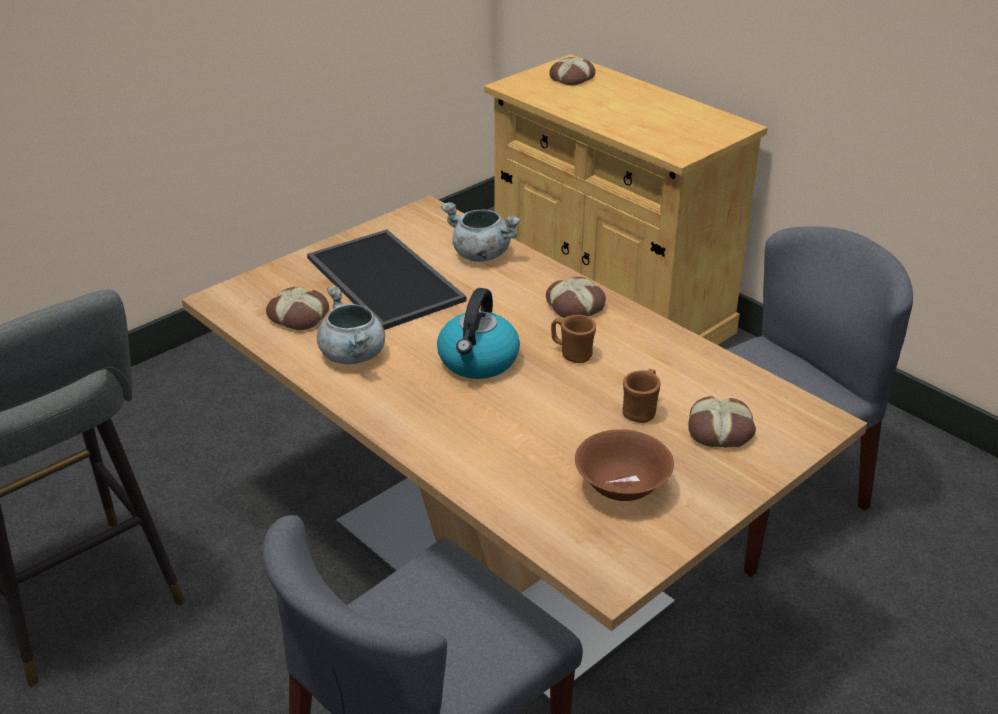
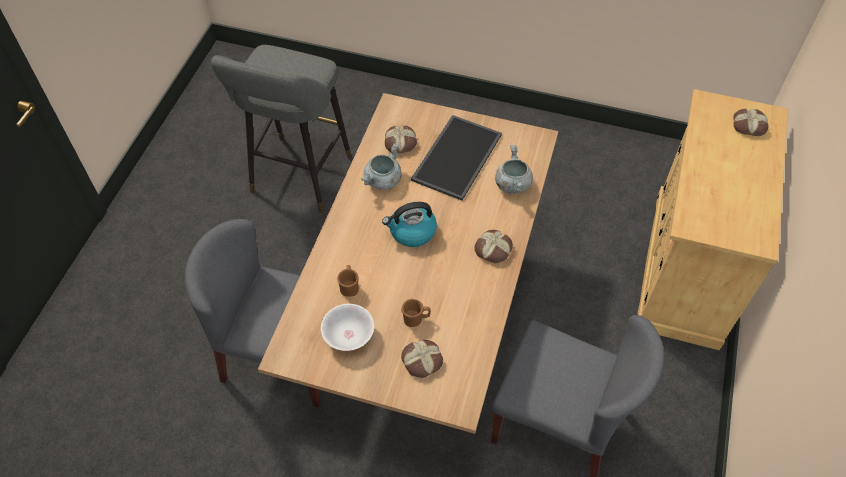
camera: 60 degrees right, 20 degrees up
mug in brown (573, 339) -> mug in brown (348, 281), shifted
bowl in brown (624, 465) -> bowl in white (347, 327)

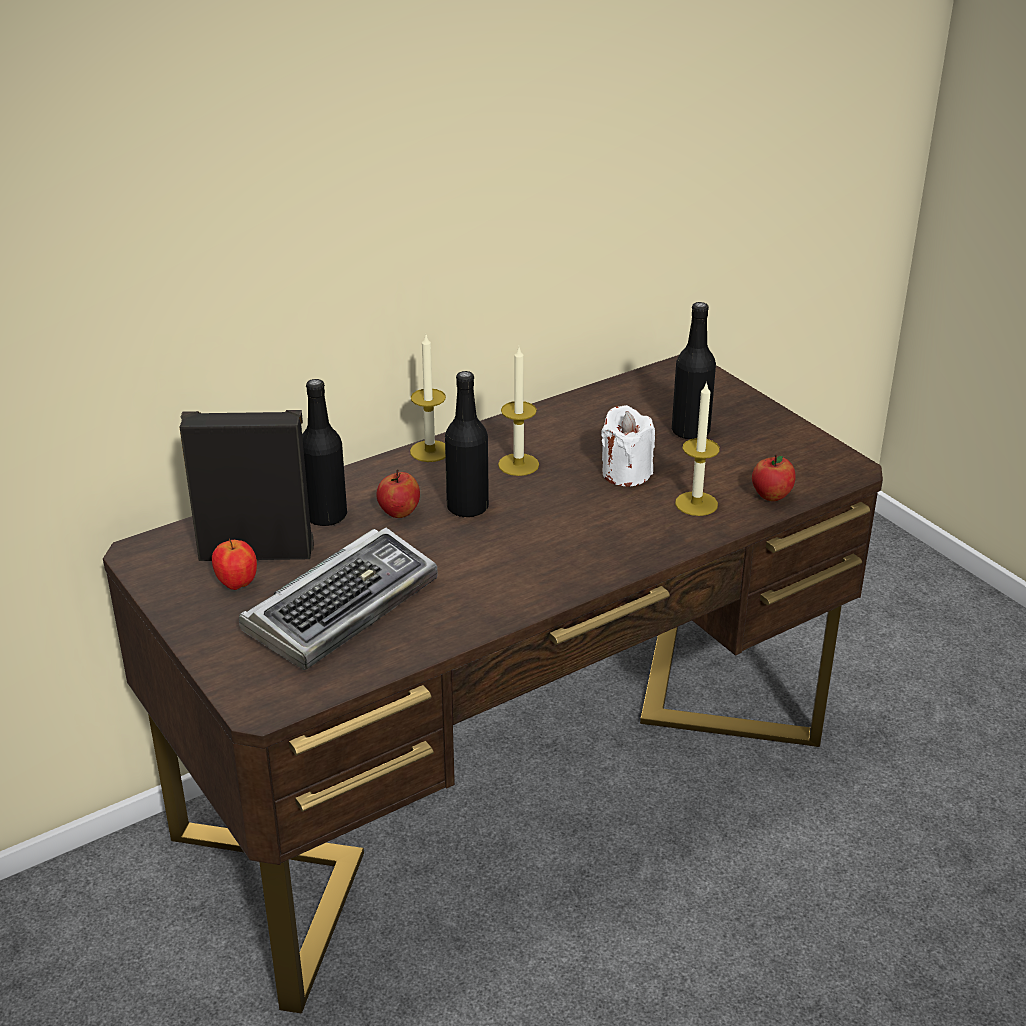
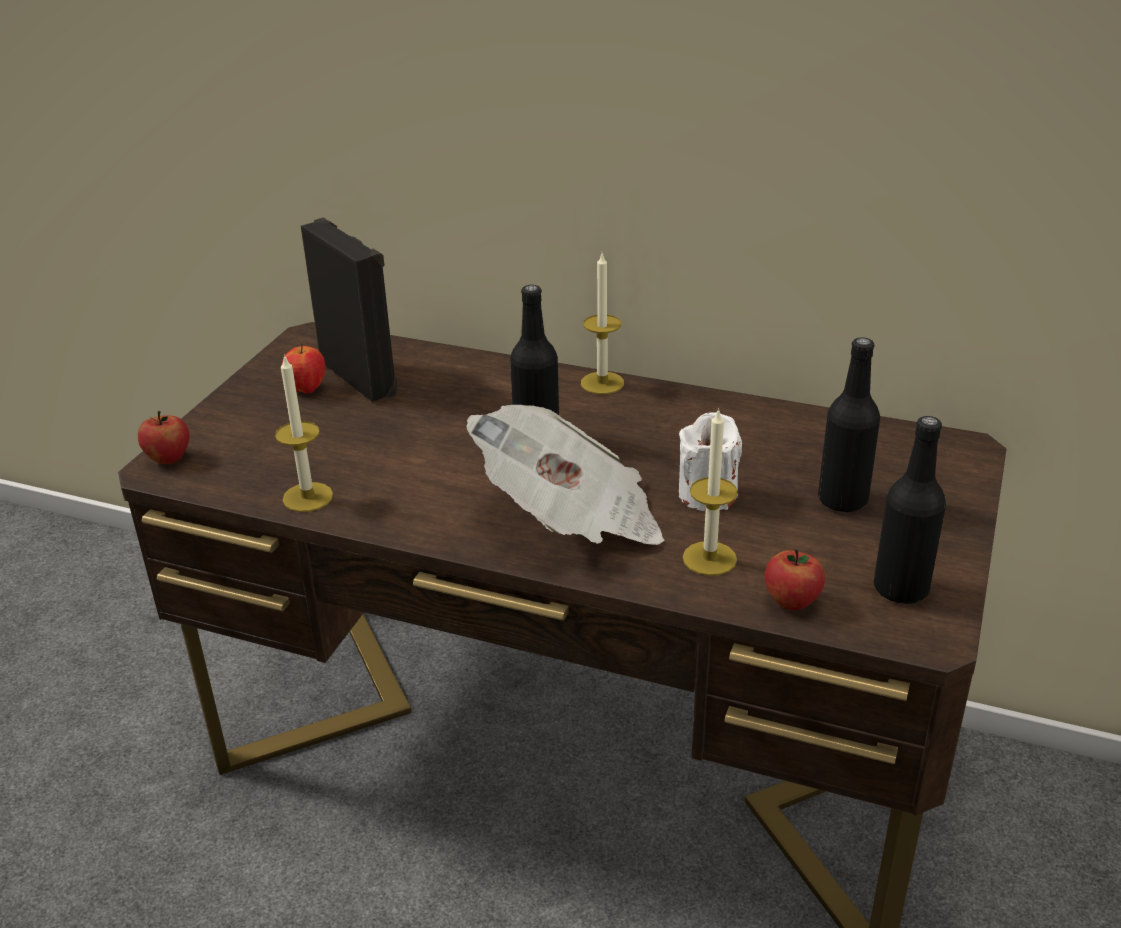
camera: 55 degrees right, 0 degrees up
keyboard (338, 599) -> none
bottle in black (324, 452) -> bottle in black (910, 510), shifted
apple (398, 493) -> apple (163, 437), shifted
candle (518, 411) -> candle (304, 433), shifted
none -> newspaper (566, 475)

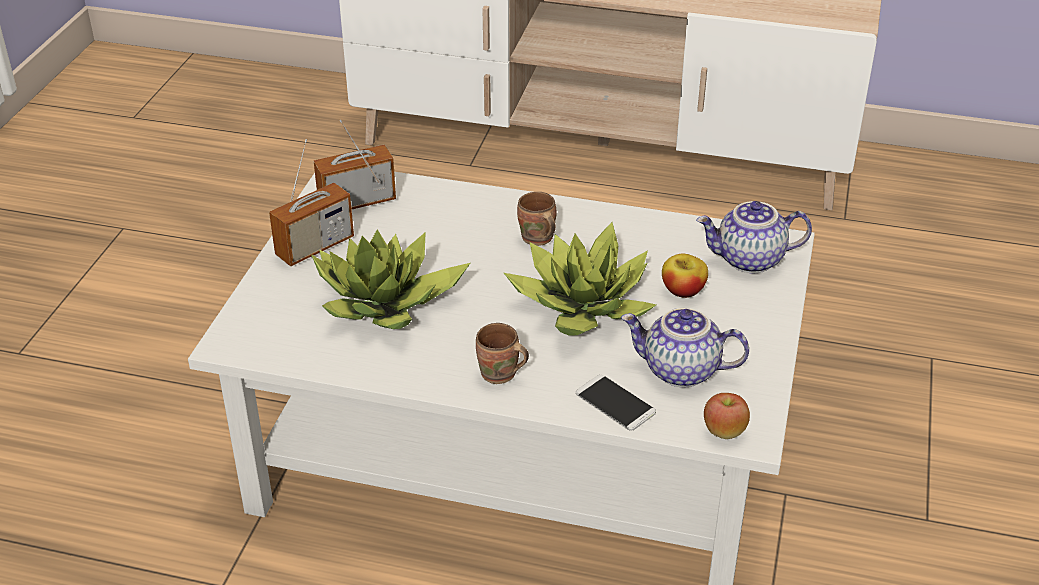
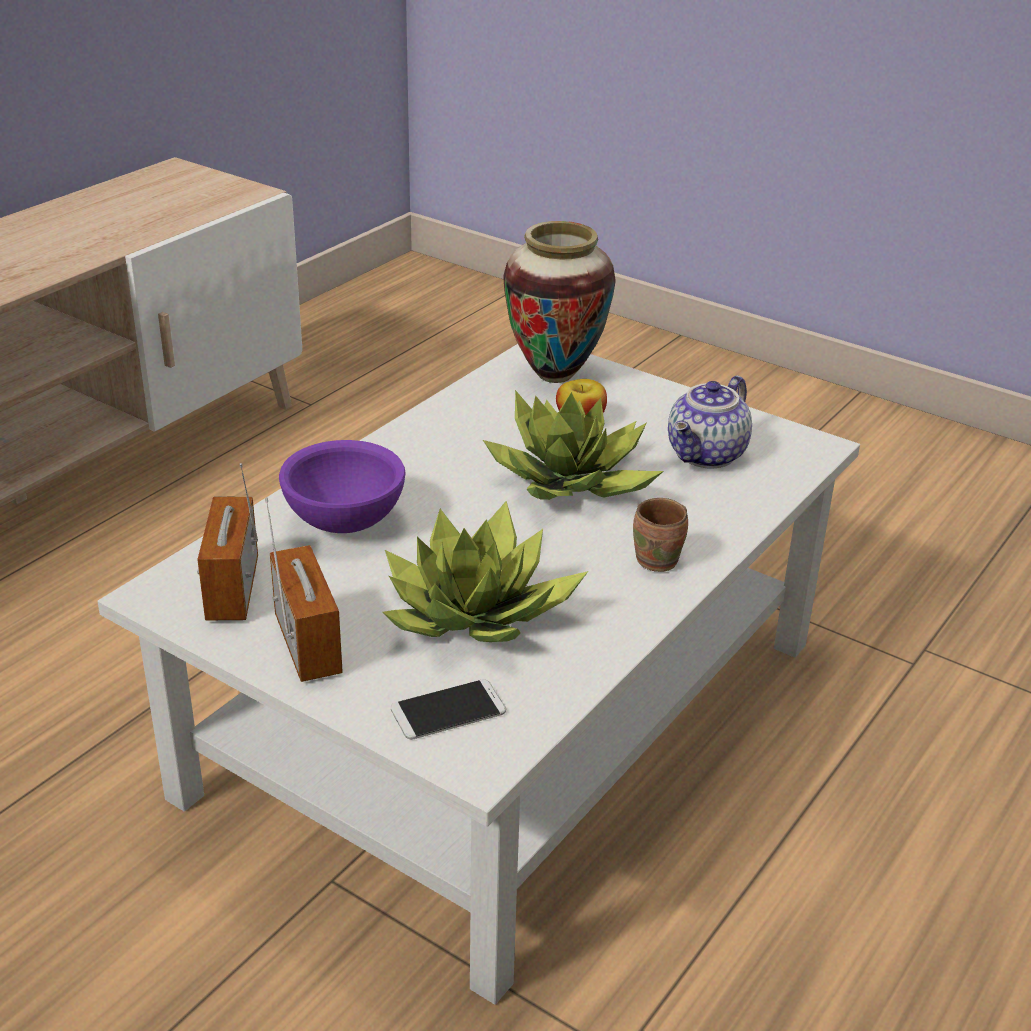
camera: 70 degrees left, 5 degrees down
mug in brown (537, 219) -> none
phone (616, 403) -> phone (448, 709), shifted
teapot (754, 237) -> vase (559, 302)
apple (727, 416) -> none
none -> bowl in purple (342, 486)

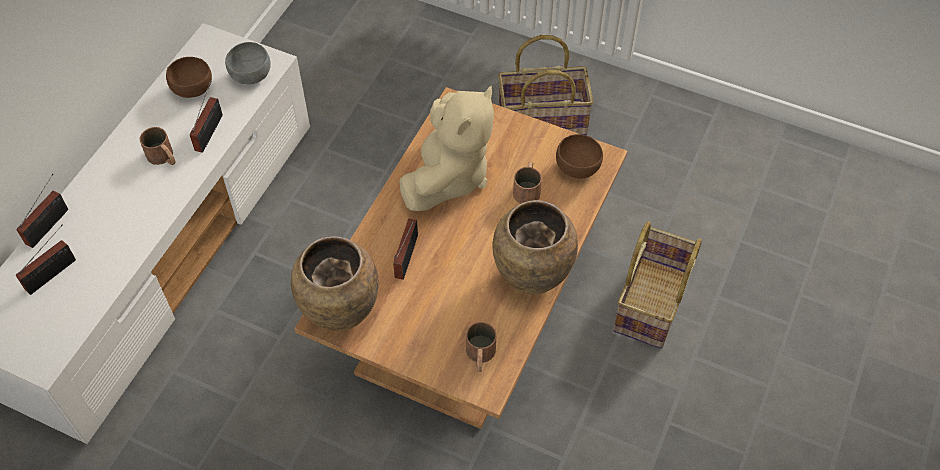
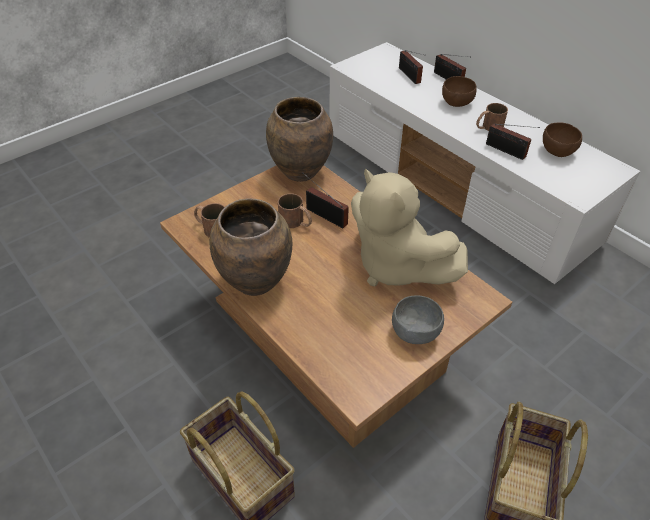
camera: 115 degrees right, 10 degrees down
bowl in grey (248, 63) -> bowl in grey (418, 319), shifted
mug in brown (527, 182) -> mug in brown (295, 210), shifted
bowl in brown (579, 156) -> bowl in brown (459, 91), shifted

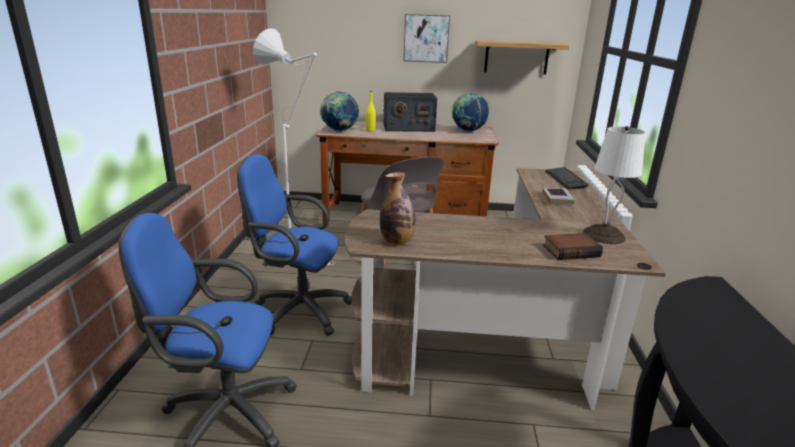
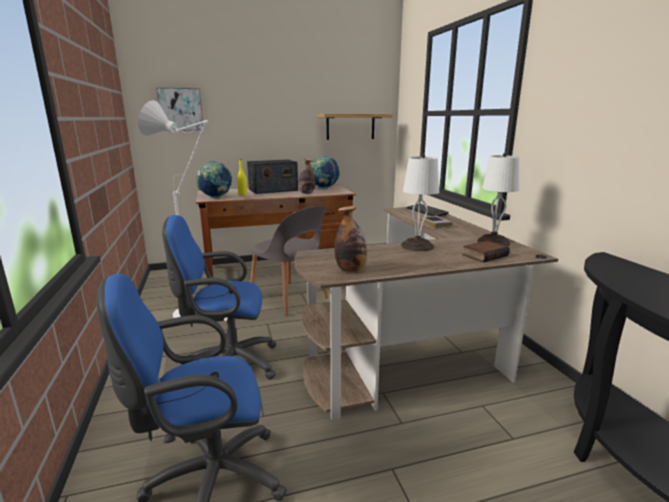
camera: 20 degrees left, 5 degrees down
picture (426, 38) -> picture (179, 109), shifted
none -> bottle (306, 176)
none -> table lamp in white (420, 202)

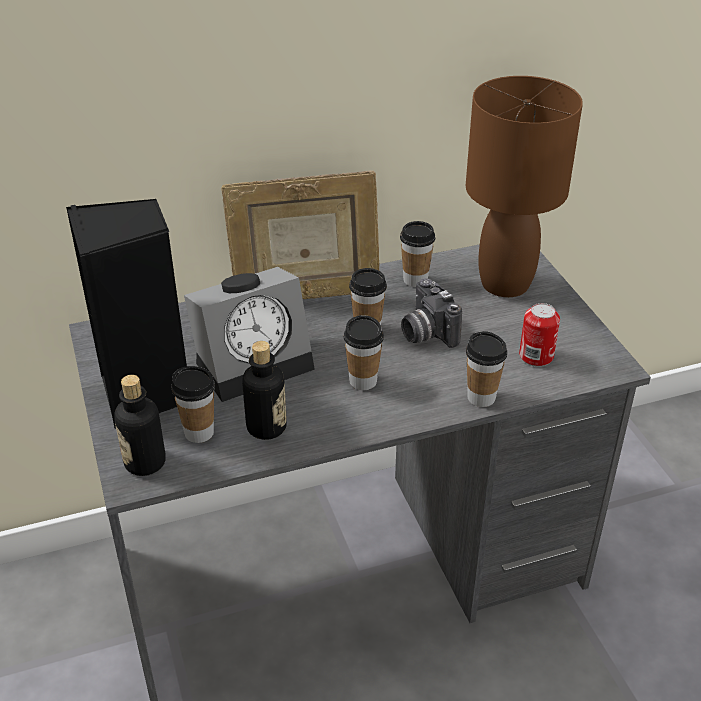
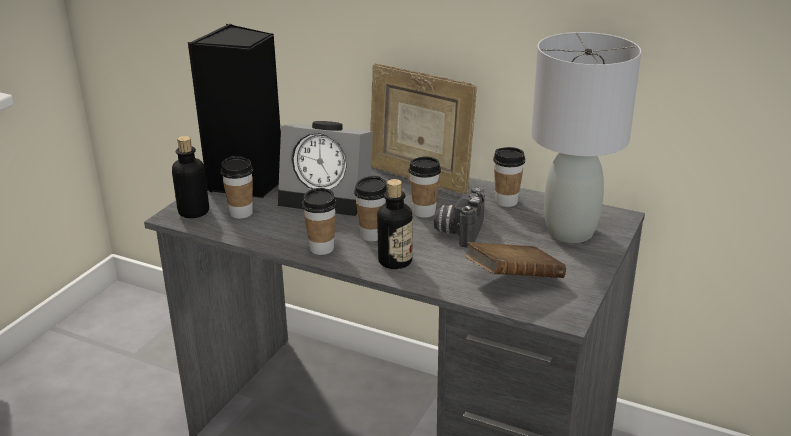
camera: 45 degrees right, 10 degrees down
bottle (264, 390) -> bottle (395, 224), shifted
table lamp in brown (524, 186) -> table lamp in grey (586, 137)
cup (486, 369) -> cup (319, 221), shifted
can (539, 335) -> book in brown (515, 260)

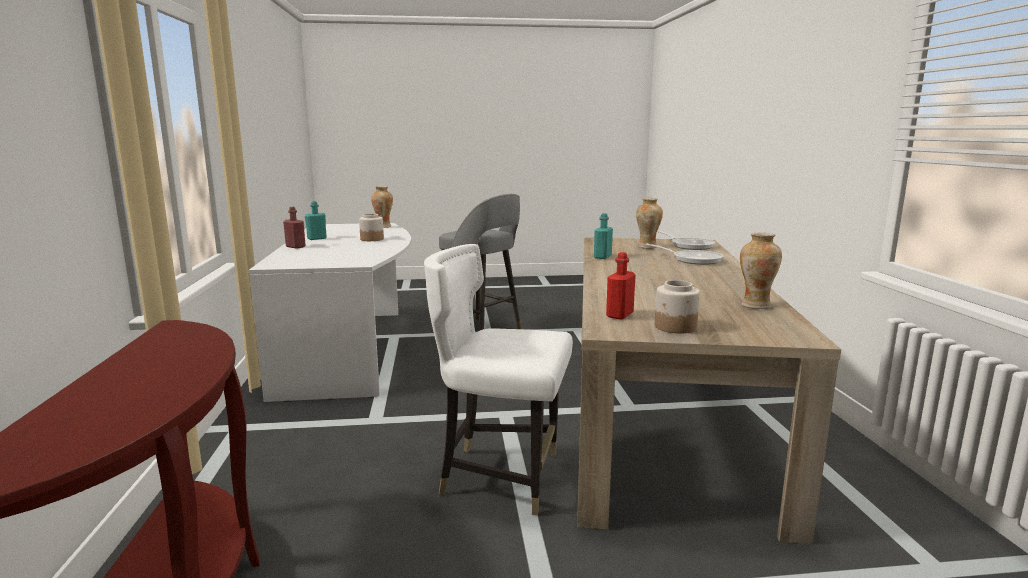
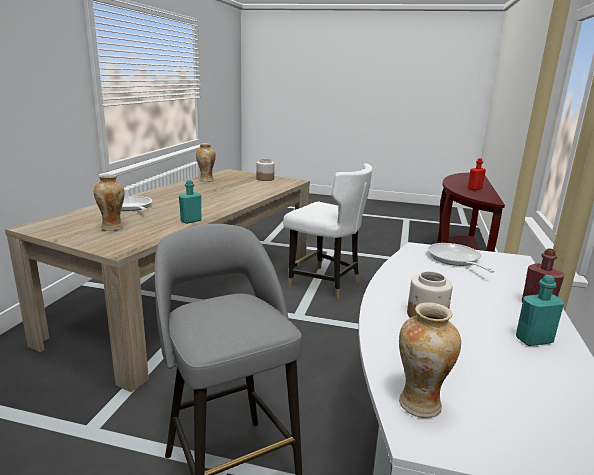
camera: 160 degrees left, 5 degrees up
bottle in red (621, 286) -> bottle in red (477, 174), shifted
frying pan (686, 240) -> frying pan (461, 258), shifted

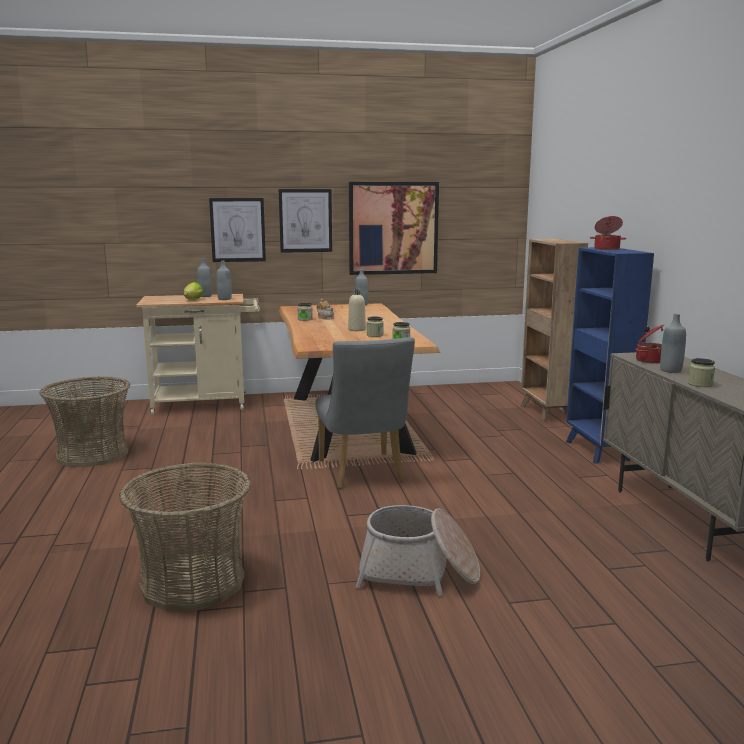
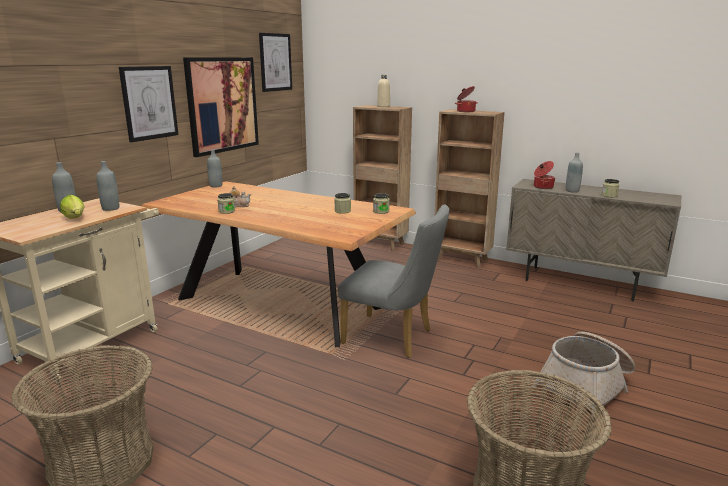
camera: 50 degrees left, 5 degrees up
picture (237, 230) -> picture (275, 62), shifted
bottle in beige (357, 310) -> bottle in beige (383, 91), shifted
bookcase in blue (610, 355) -> bookcase in brown (470, 188)

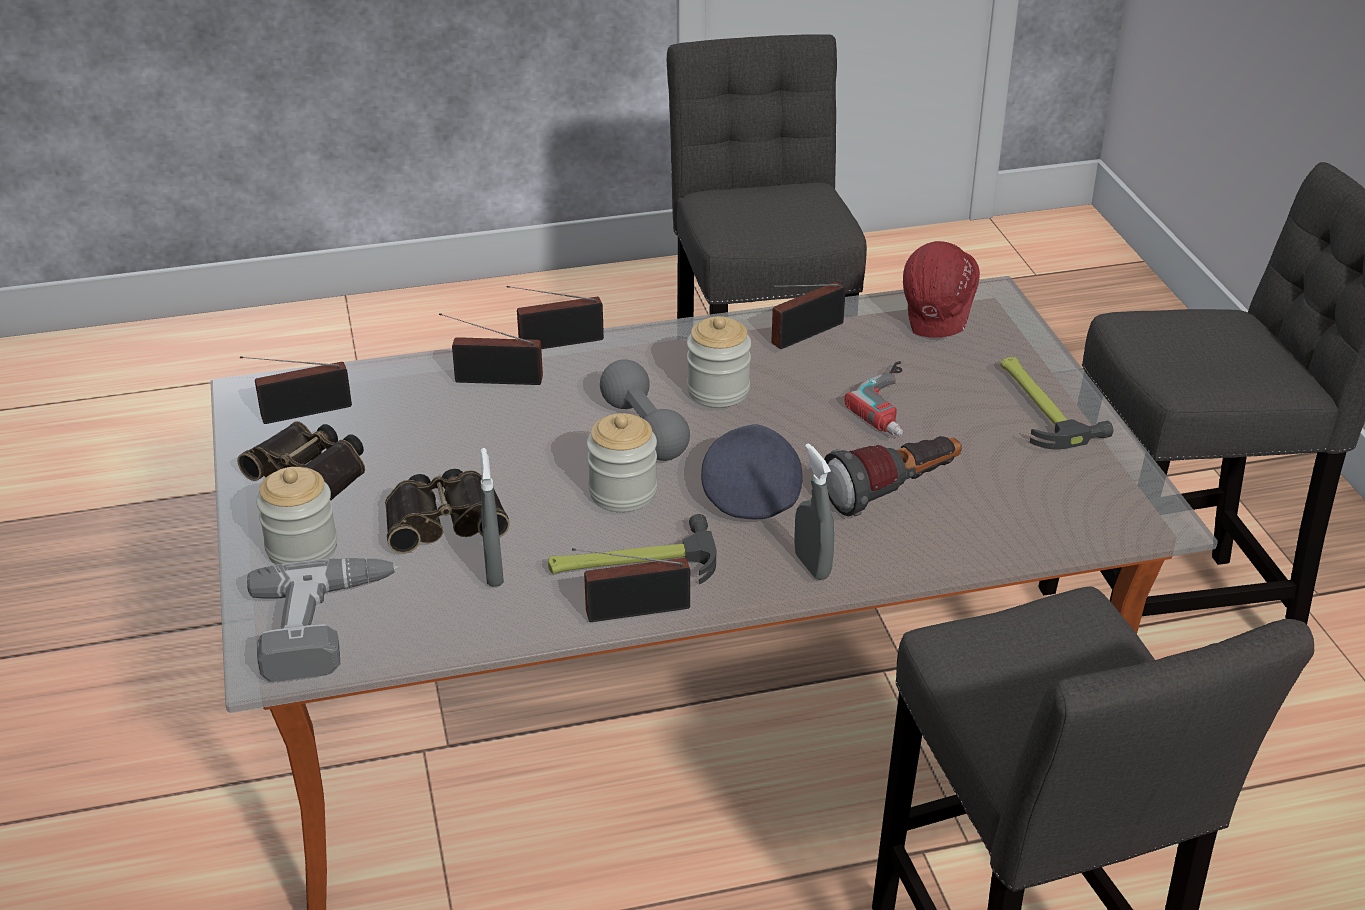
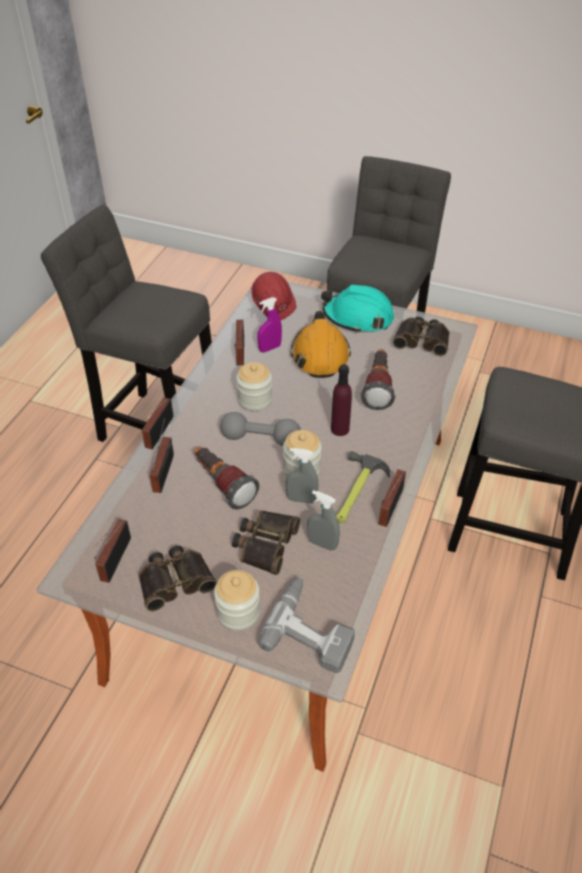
camera: 55 degrees left, 10 degrees up
radio (491, 349) -> radio (162, 455), 150 degrees clockwise
cap in grey (752, 472) -> bottle in purple (341, 400)
spray bottle in grey (814, 511) -> spray bottle in grey (302, 476), shifted
power drill (873, 398) -> hard hat in orange (321, 344)
hammer (1056, 403) -> hard hat in turquoise (357, 308)
none -> flashlight (226, 477)
none -> spray bottle in purple (269, 324)
none -> binoculars (421, 336)

